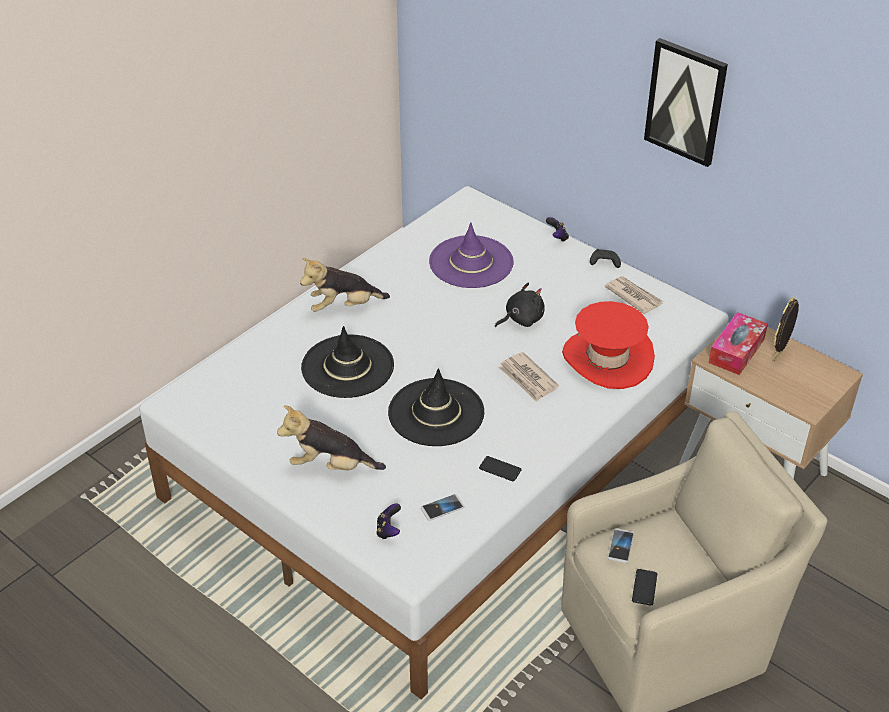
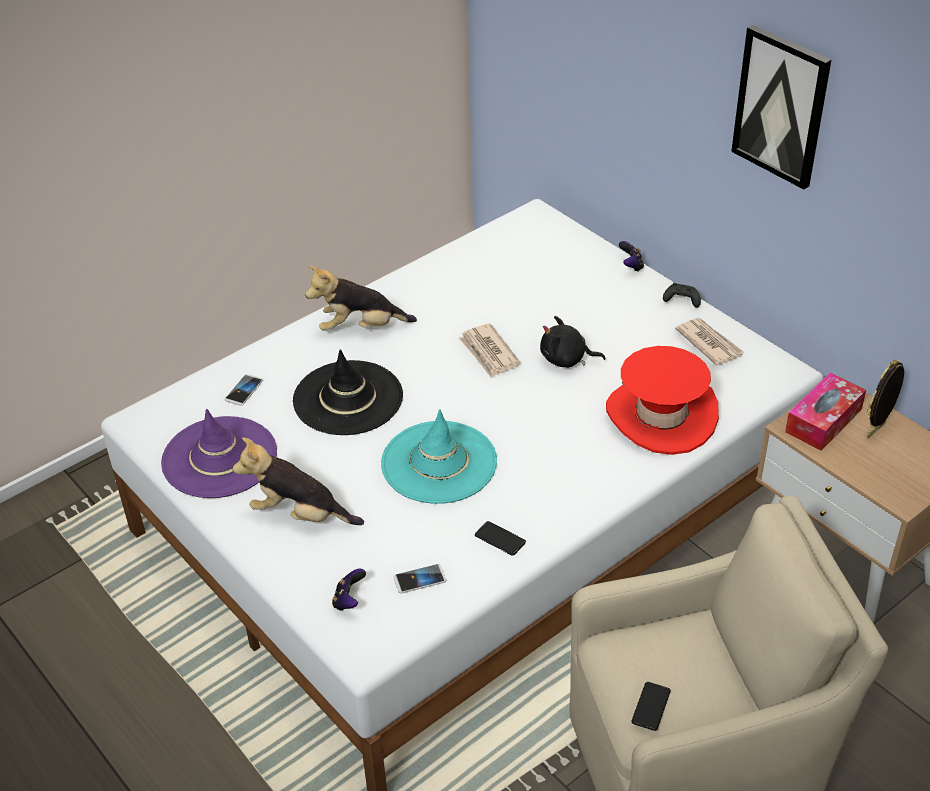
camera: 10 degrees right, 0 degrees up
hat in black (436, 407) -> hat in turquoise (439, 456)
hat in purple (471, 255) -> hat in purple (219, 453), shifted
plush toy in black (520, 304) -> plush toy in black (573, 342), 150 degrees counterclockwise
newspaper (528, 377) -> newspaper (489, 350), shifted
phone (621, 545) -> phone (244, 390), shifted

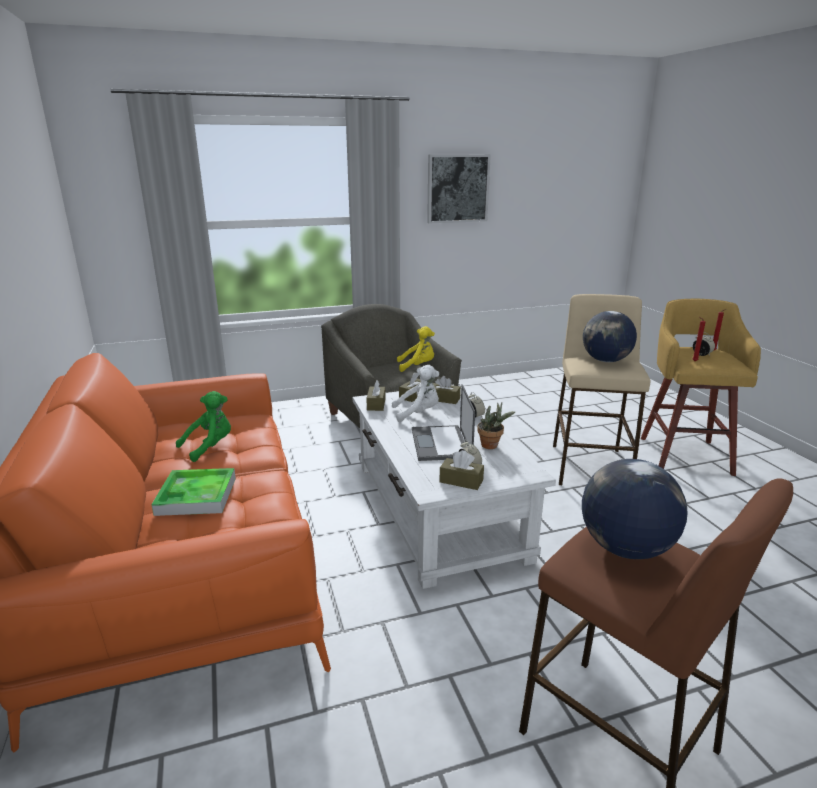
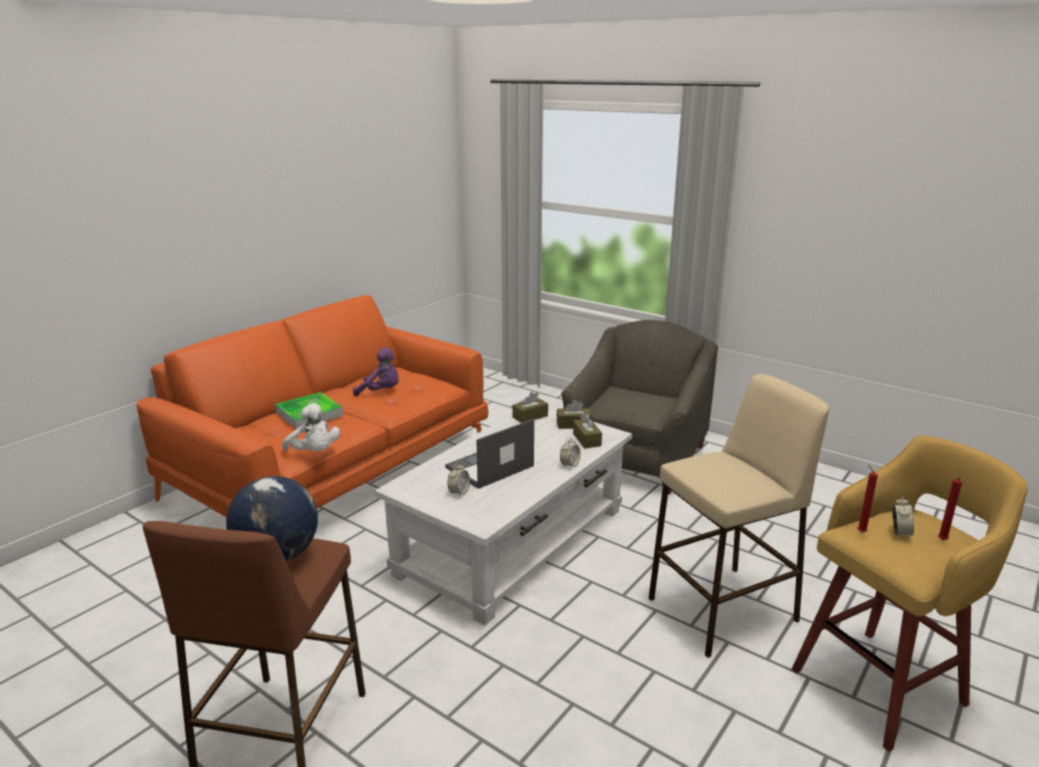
camera: 55 degrees right, 0 degrees up
plush toy in green (203, 426) -> plush toy in purple (376, 371)
plush toy in white (415, 393) -> plush toy in white (311, 427), shifted
plush toy in yellow (416, 349) -> none
picture (459, 188) -> none
tissue box in brown (461, 470) -> none
potted plant (496, 425) -> none
globe (610, 336) -> none

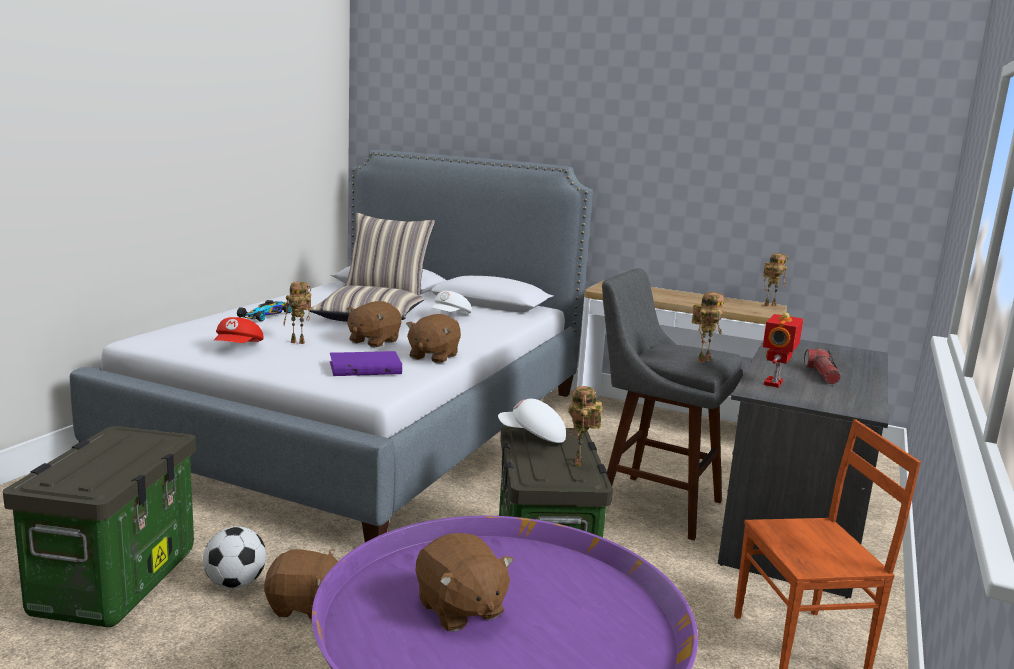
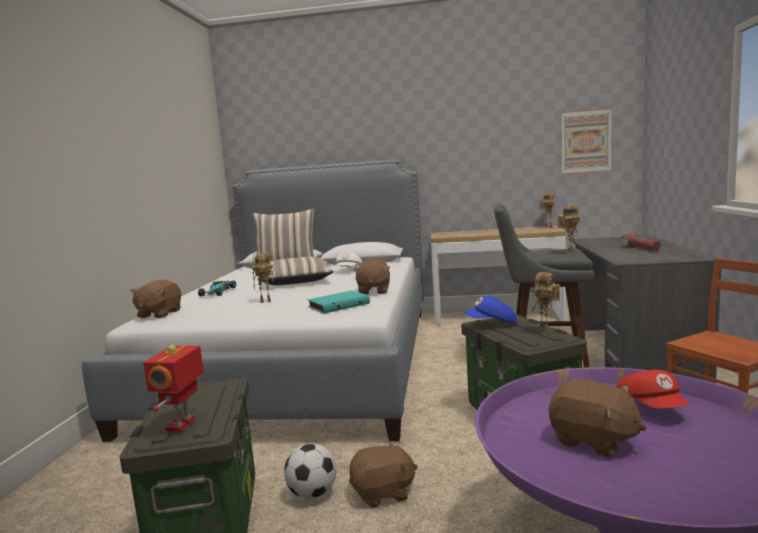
camera: 15 degrees left, 5 degrees down
cap in red (239, 330) -> cap in red (652, 389), shifted
book in purple (366, 363) -> book in turquoise (338, 302)
plush toy in brown (374, 324) -> plush toy in brown (155, 298), shifted
cap in white (532, 421) -> cap in blue (490, 309)
toy robot (783, 350) -> toy robot (173, 388), shifted
none -> picture (586, 141)

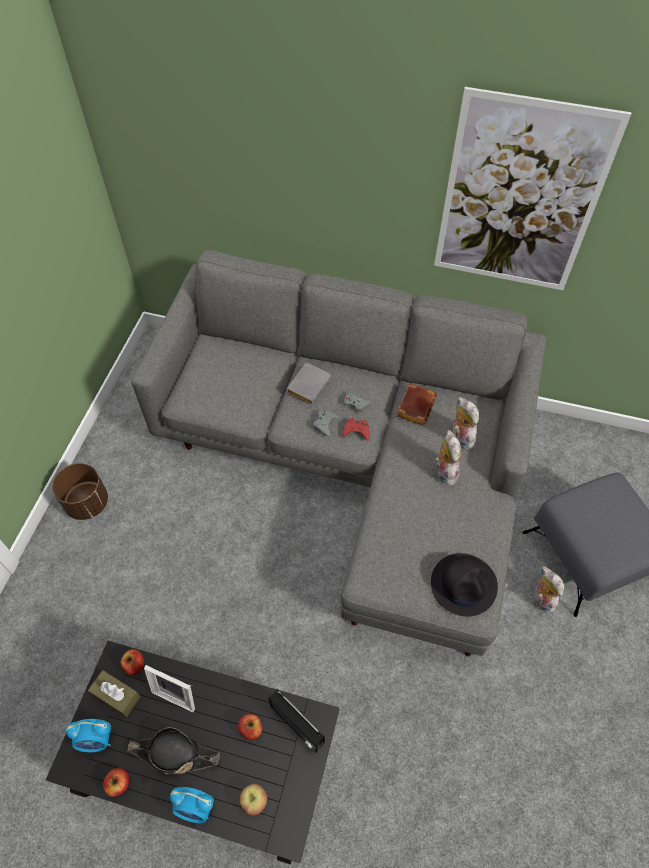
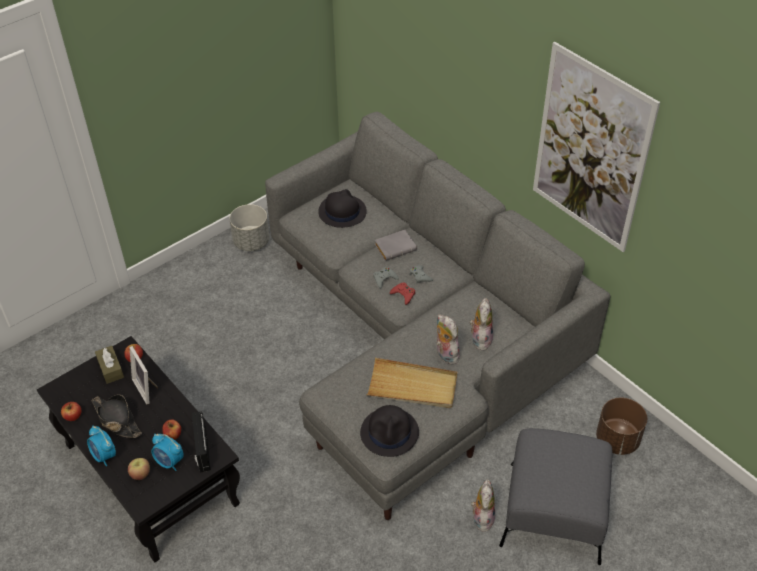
camera: 35 degrees right, 10 degrees down
planter in brown (80, 491) -> planter in brown (621, 426), shifted
alarm clock (88, 735) -> alarm clock (167, 452), shifted
book in brown (416, 404) -> none
plush toy (448, 458) -> plush toy (448, 339), 60 degrees counterclockwise
none -> planter in grey (249, 227)
none -> hat in black (342, 208)
none -> tray in beige (412, 383)

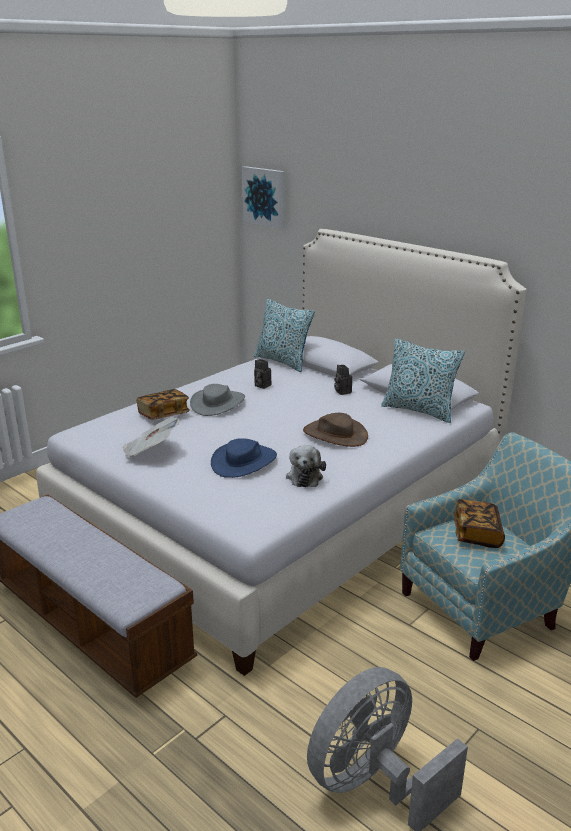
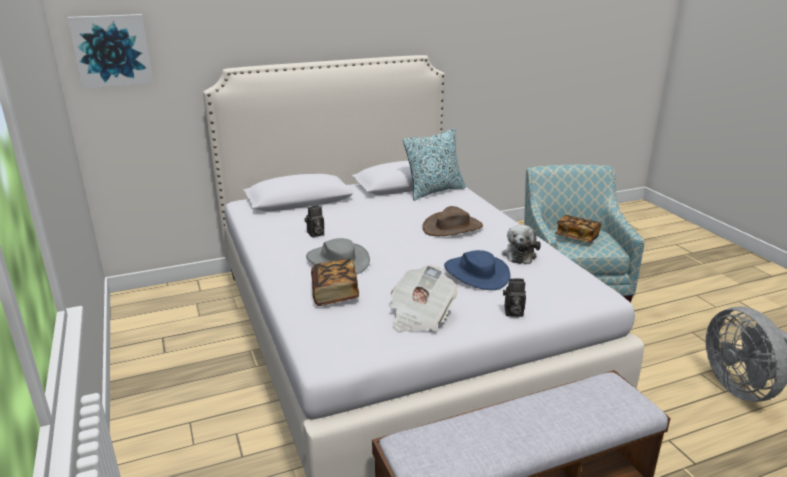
camera: 65 degrees left, 0 degrees up
pillow (284, 335) -> none
plush toy (306, 466) -> plush toy (521, 244), 75 degrees clockwise
photo camera (343, 380) -> photo camera (514, 297), shifted

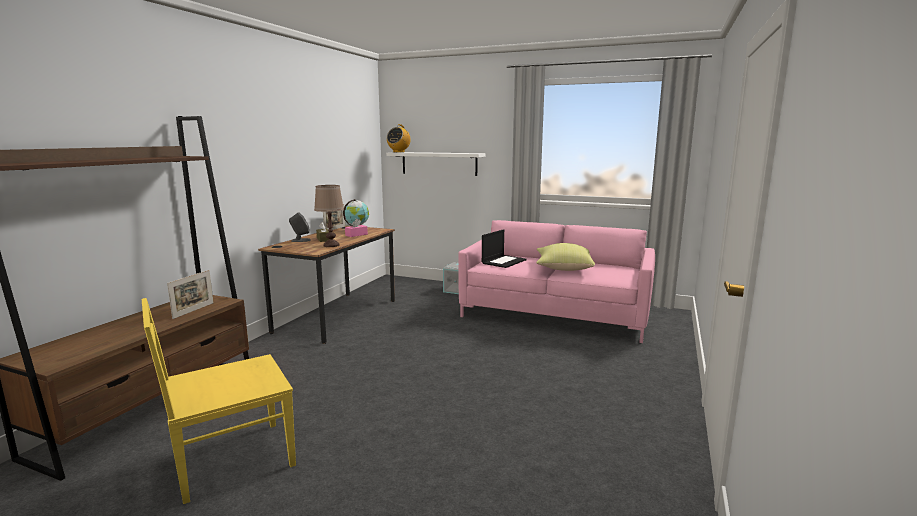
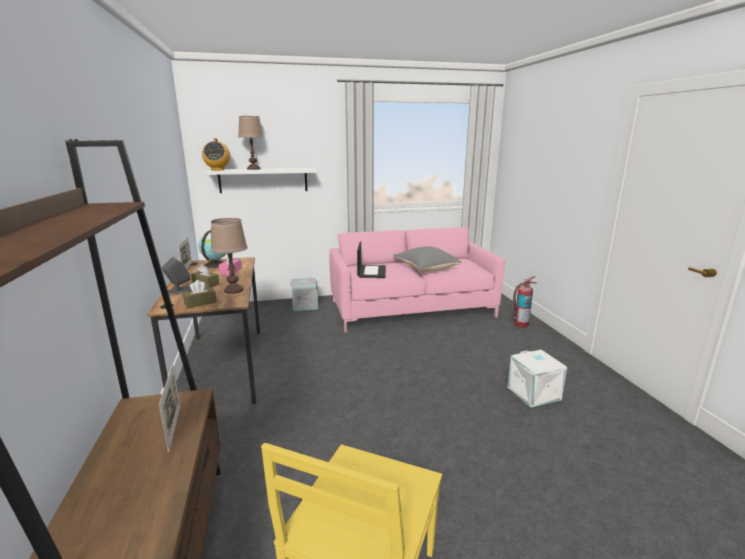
camera: 35 degrees left, 5 degrees up
pillow in yellow (565, 257) -> pillow in grey (427, 259)
none -> tissue box in brown (200, 294)
none -> table lamp in brown (250, 143)
none -> storage box in white (537, 379)
none -> fire extinguisher (525, 301)

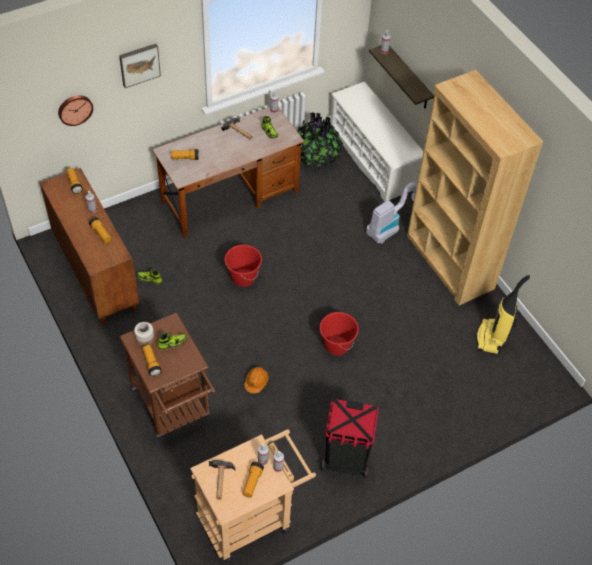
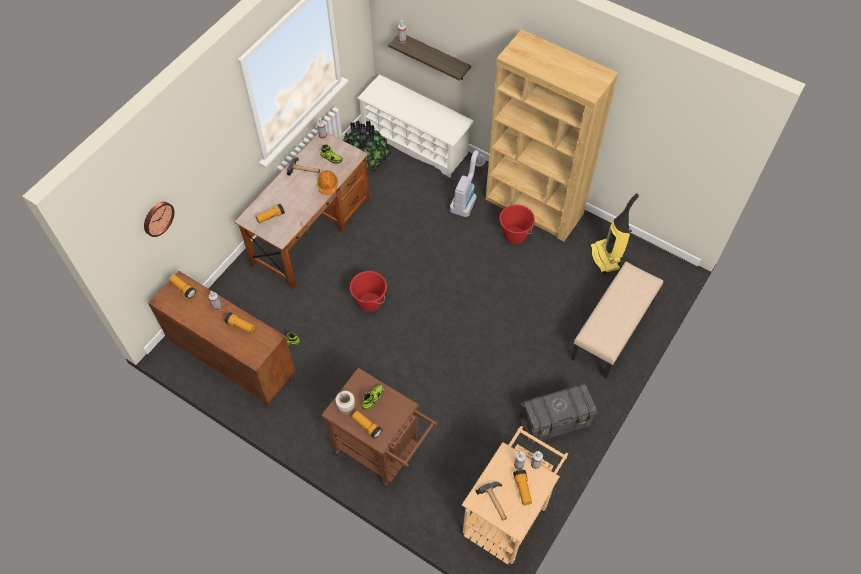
camera: 25 degrees left, 5 degrees up
picture (140, 66) -> none
hard hat in orange (256, 380) -> hard hat in orange (327, 182), shifted
bucket in red (339, 334) -> bucket in red (517, 224), shifted
trash can in black (350, 438) -> storage box in grey (558, 414)
none -> bench in beige (617, 320)

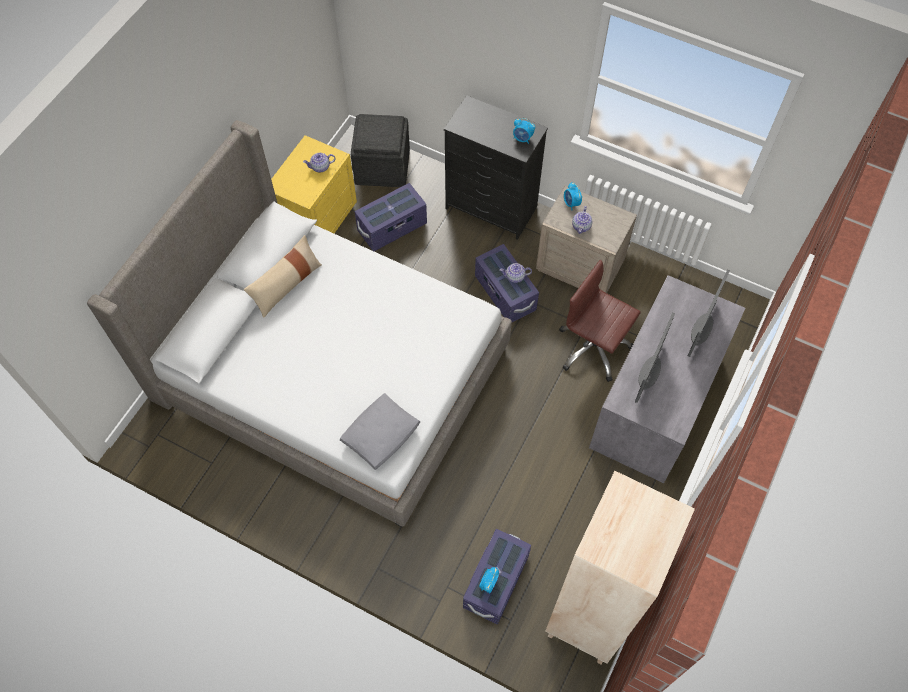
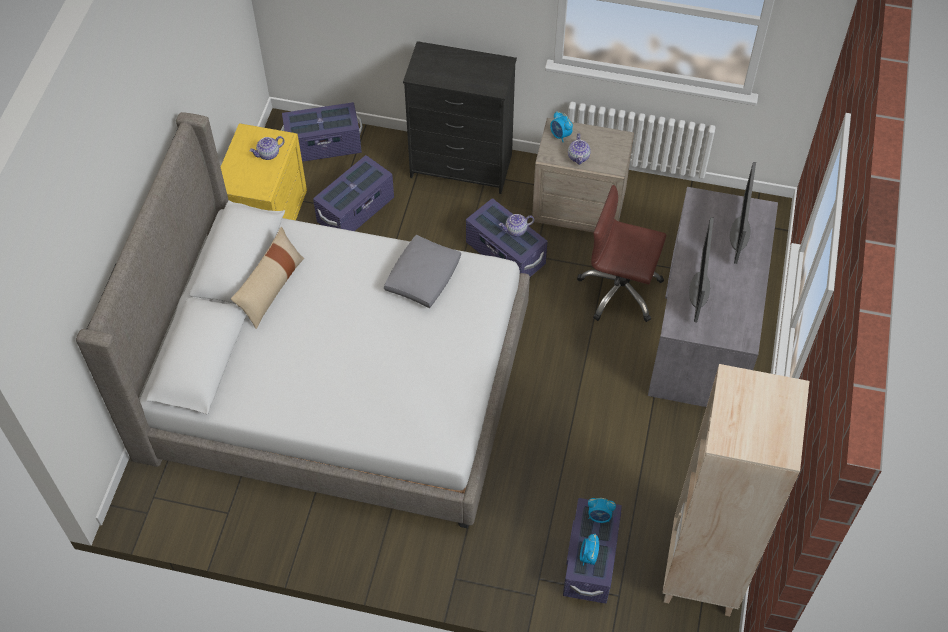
camera: 15 degrees left, 5 degrees down
pillow in grey (380, 431) -> pillow in grey (422, 271), shifted
ottoman in grey (380, 150) -> storage box in purple (322, 132)
alarm clock (524, 131) -> alarm clock (602, 510), shifted

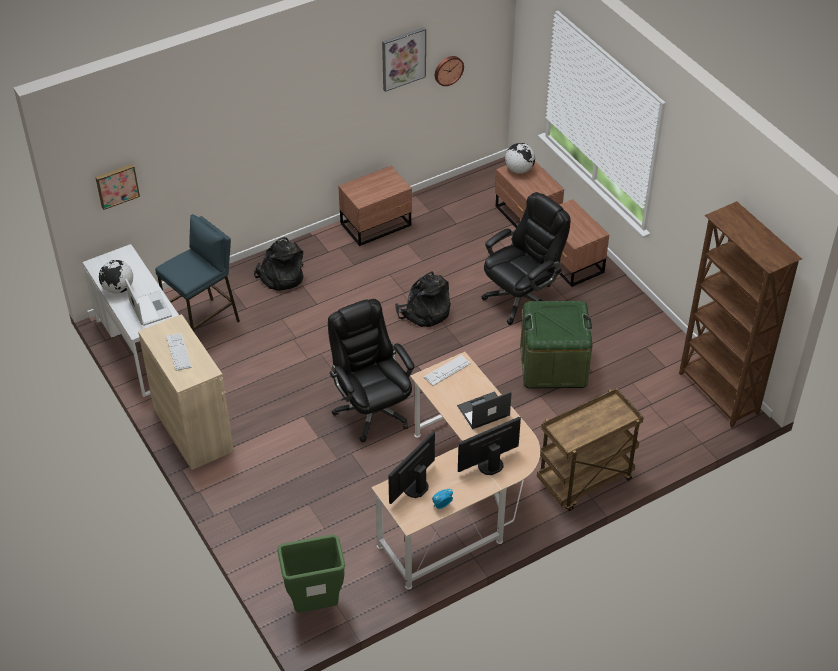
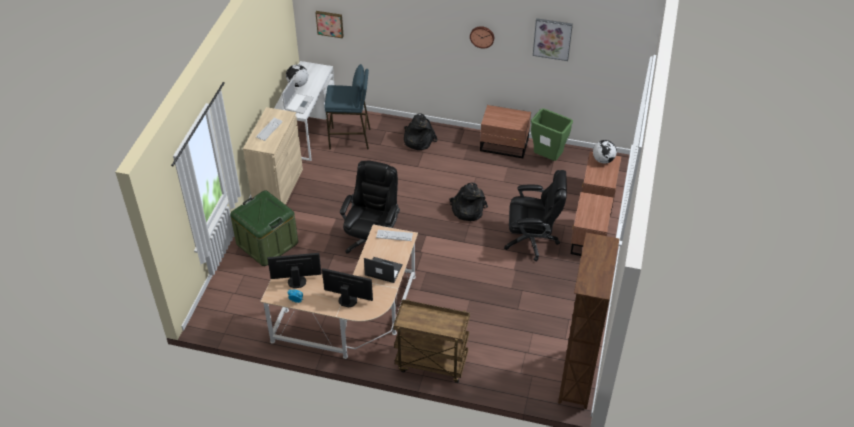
camera: 45 degrees right, 0 degrees up
trash can in green (311, 574) -> trash can in green (552, 134), shifted
wall clock (449, 71) -> wall clock (482, 37), shifted
storage box in green (556, 344) -> storage box in green (264, 228), shifted

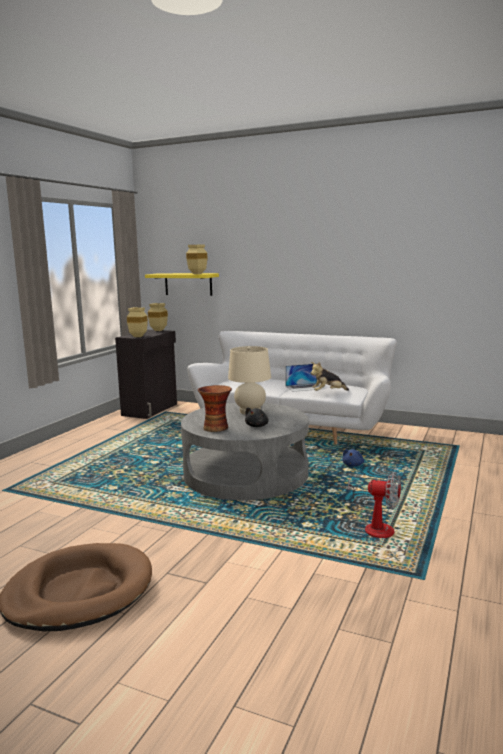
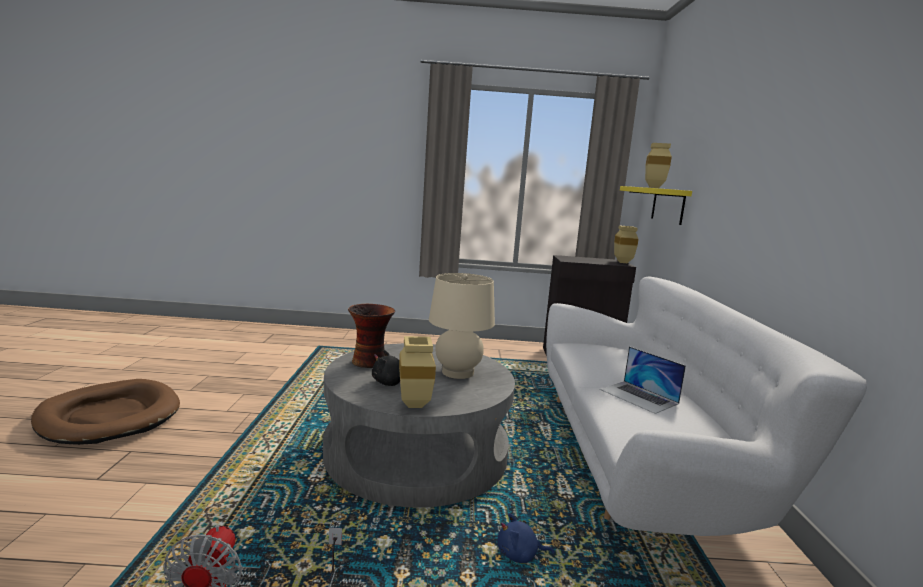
camera: 65 degrees right, 0 degrees up
vase in beige (137, 322) -> vase in beige (417, 372), shifted
plush toy (330, 376) -> none

